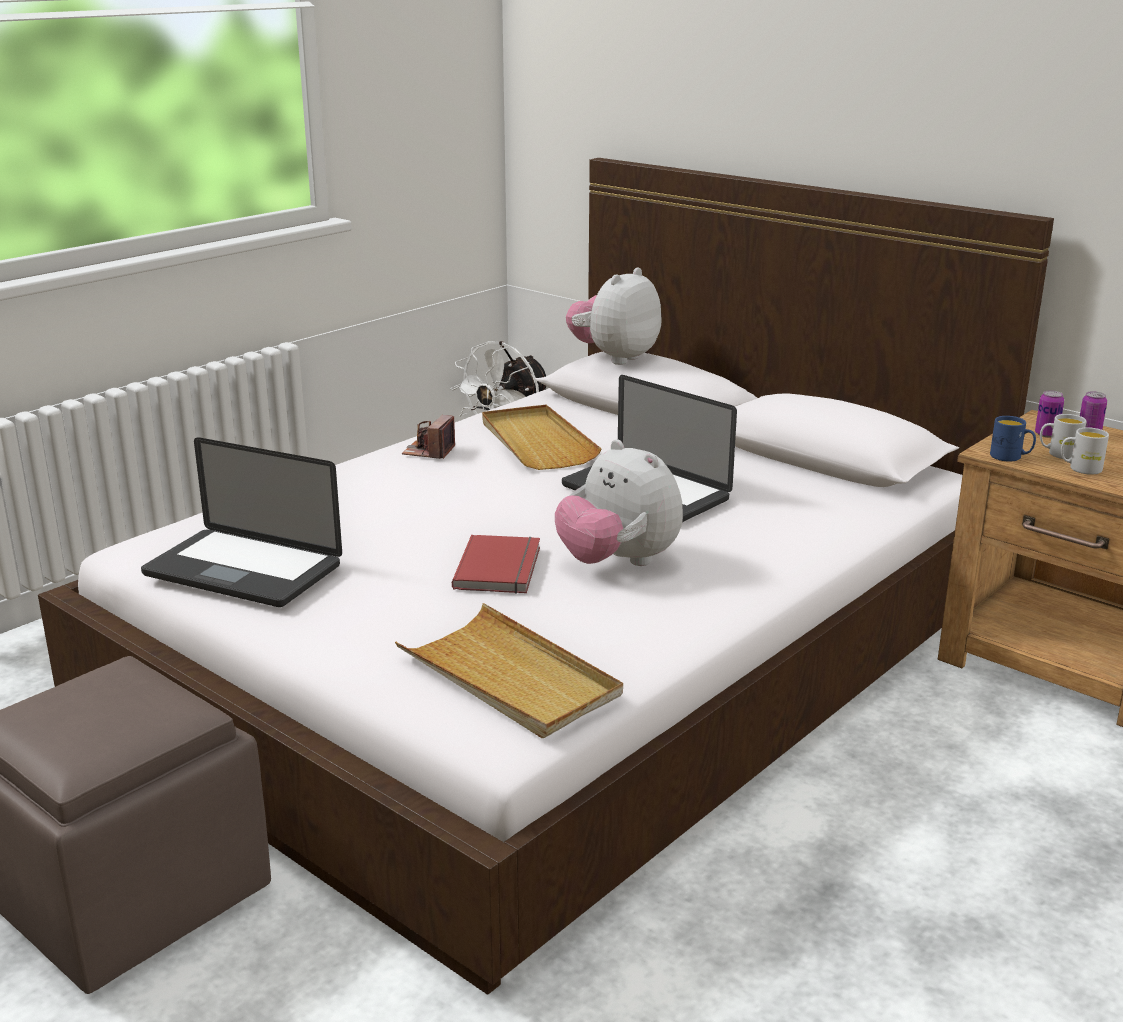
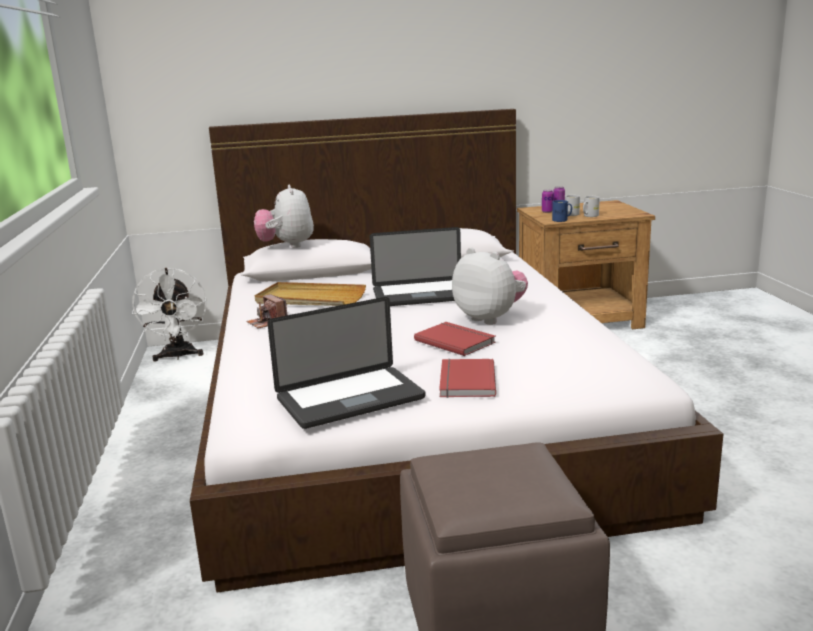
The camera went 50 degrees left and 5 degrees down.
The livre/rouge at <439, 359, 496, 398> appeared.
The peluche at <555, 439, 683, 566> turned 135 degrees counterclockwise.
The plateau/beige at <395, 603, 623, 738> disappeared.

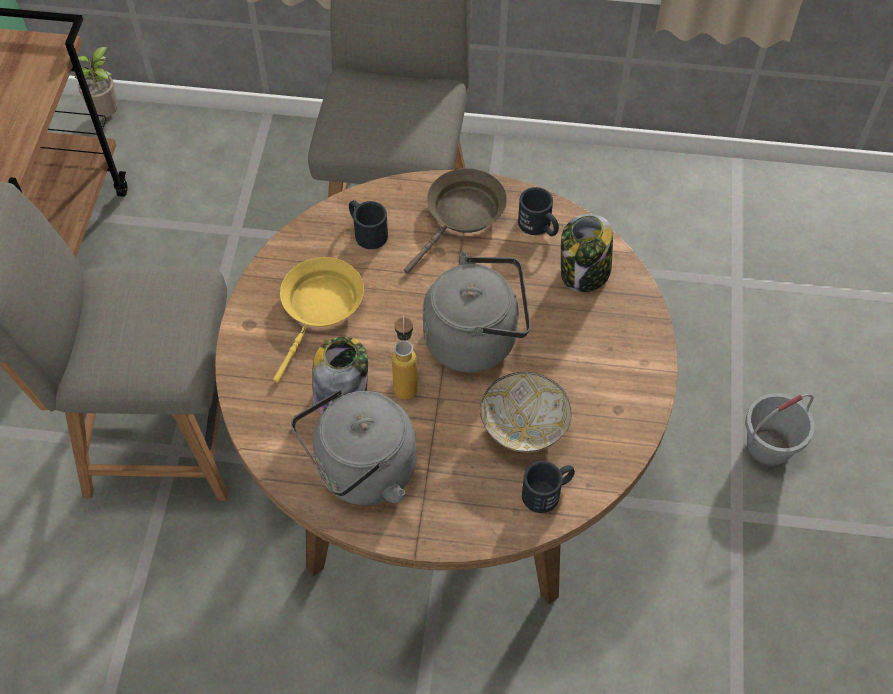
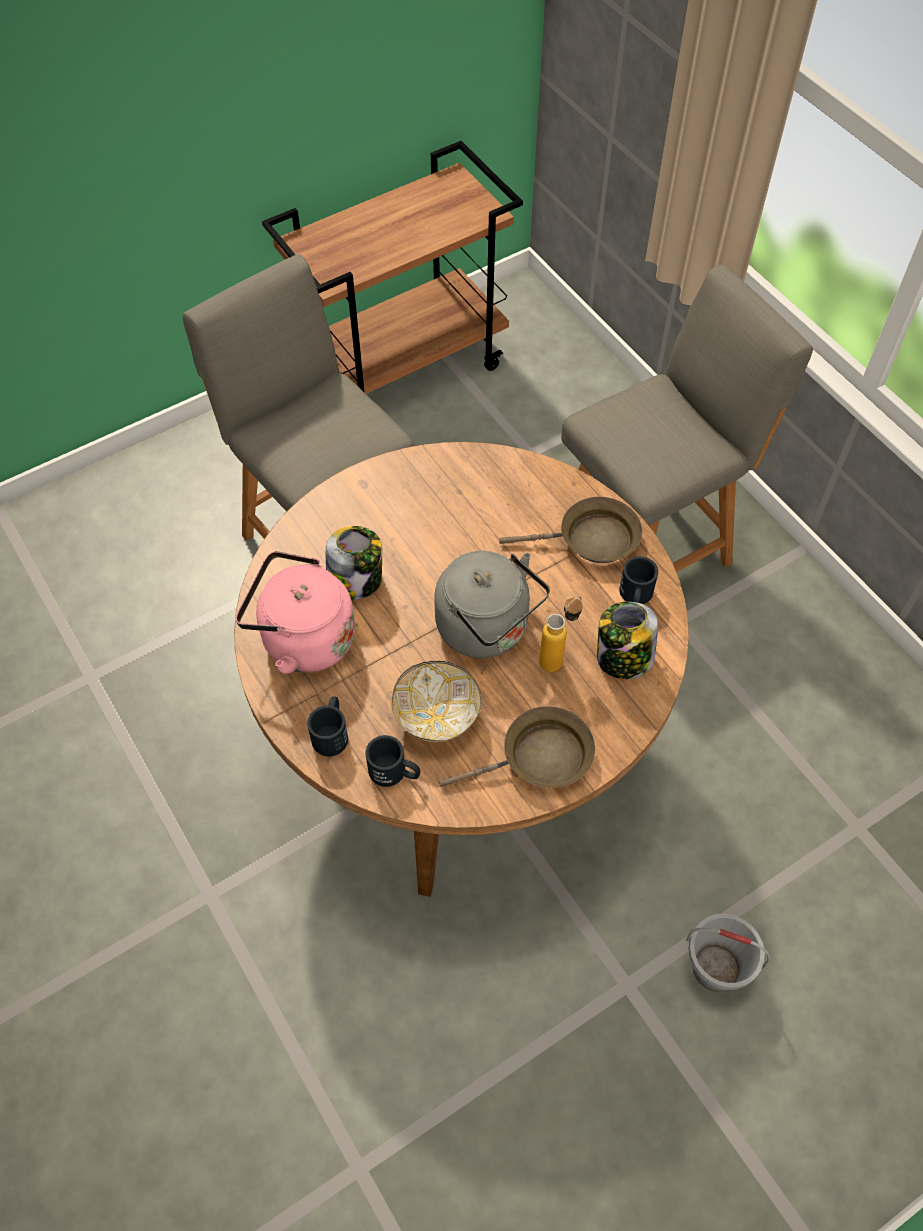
The camera went 50 degrees right and 0 degrees up.
The bouilloire/gris at <291, 390, 416, 505> became the bouilloire/rose at <236, 551, 355, 674>.
The mug/noir moved from <349, 200, 388, 249> to <307, 697, 348, 756>.
The poêle/marron at <439, 706, 595, 788> appeared.
The bouteille moved from <392, 314, 418, 400> to <539, 597, 582, 672>.
The plante en pot at <75, 46, 118, 118> disappeared.
The poêle/jaune at <273, 257, 364, 383> disappeared.

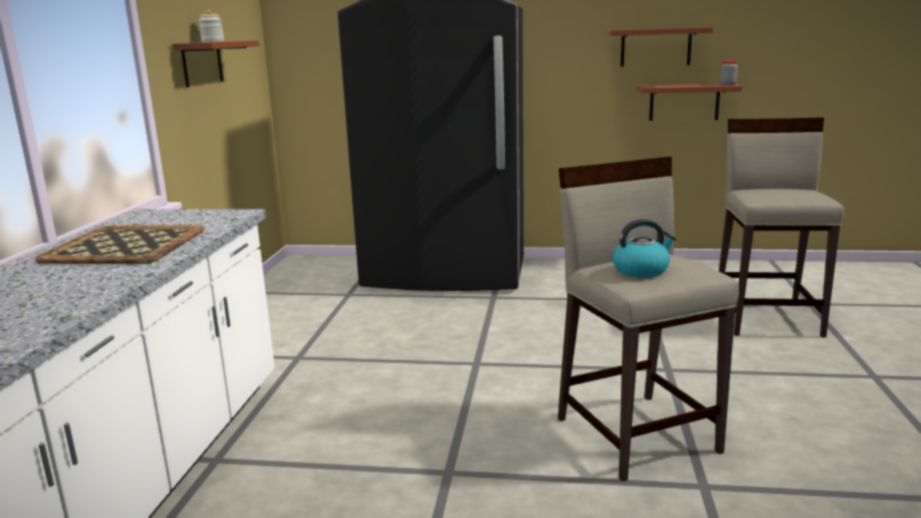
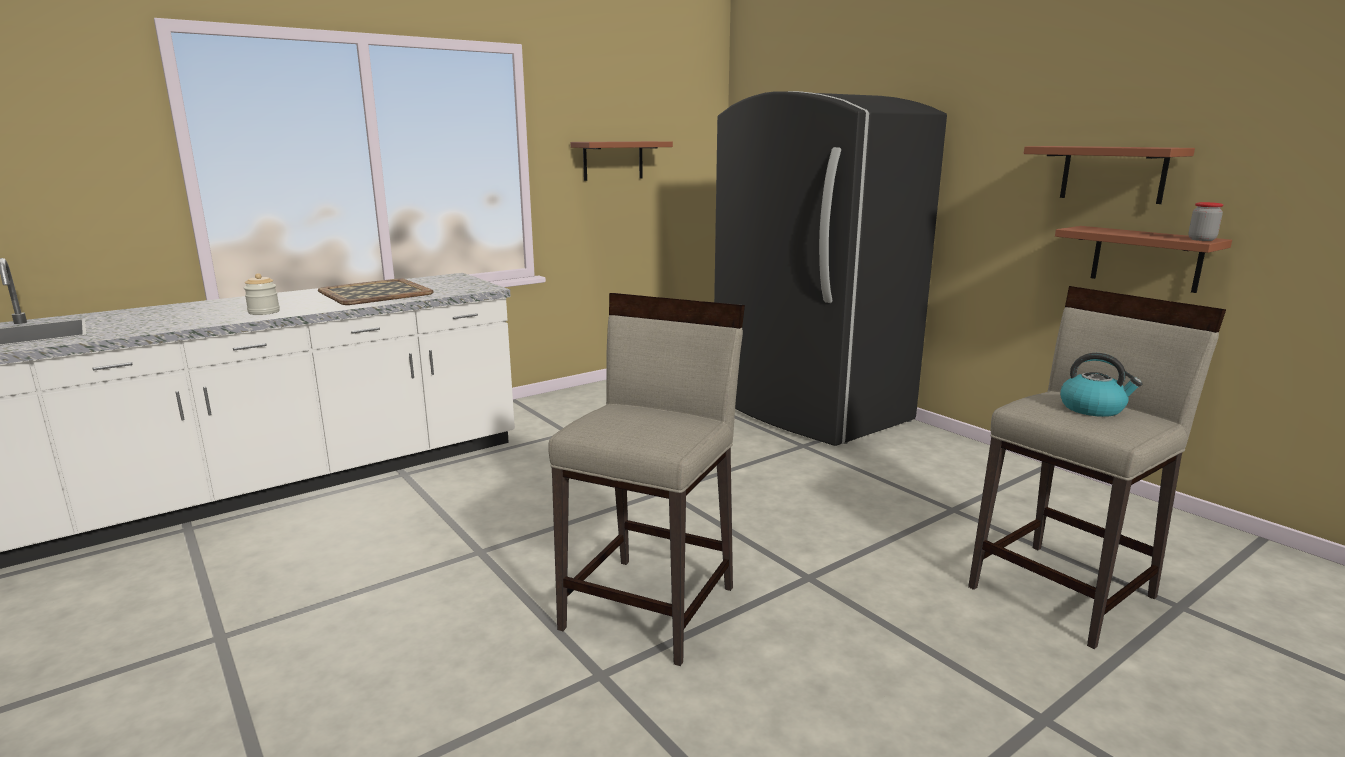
The camera went 45 degrees right and 0 degrees up.
The bocal moved from <198, 10, 224, 42> to <244, 273, 280, 315>.
The bouilloire moved from <613, 219, 677, 278> to <1060, 353, 1143, 417>.

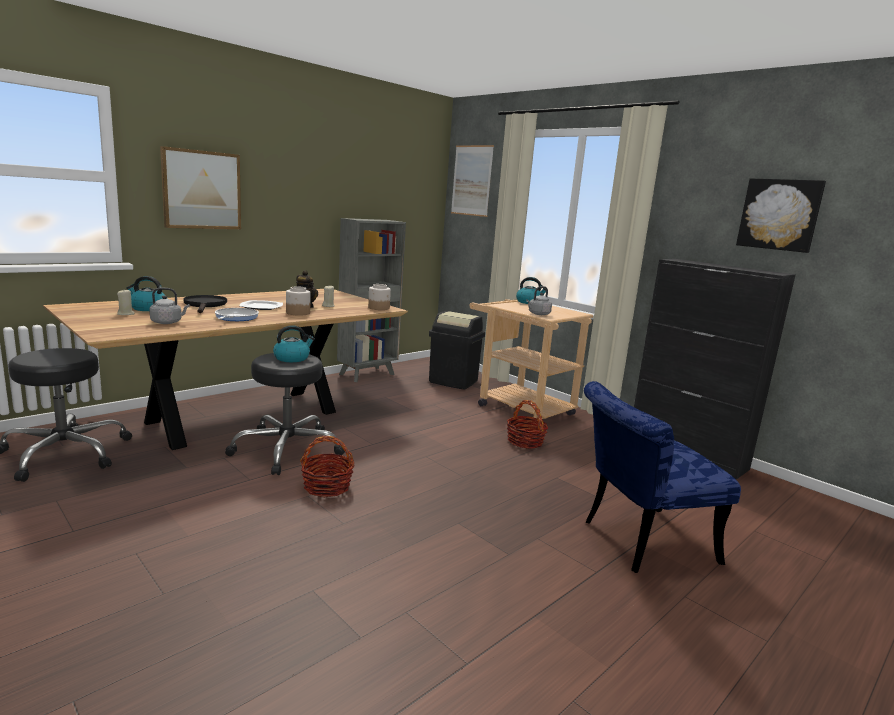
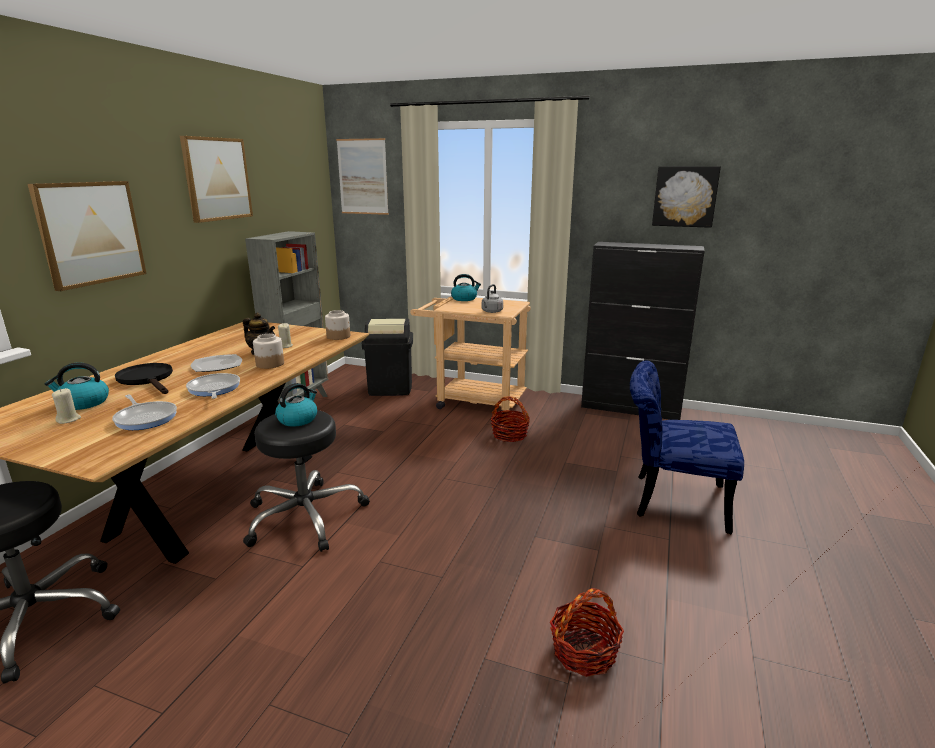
The camera went 25 degrees left and 5 degrees up.
The bouilloire/gris at <149, 288, 190, 324> was replaced by the poêle at <112, 395, 177, 430>.
The tableau at <180, 136, 253, 223> appeared.
The panier moved from <300, 436, 355, 498> to <550, 588, 624, 677>.
The chaise/bleu at <584, 381, 741, 573> turned 60 degrees clockwise.

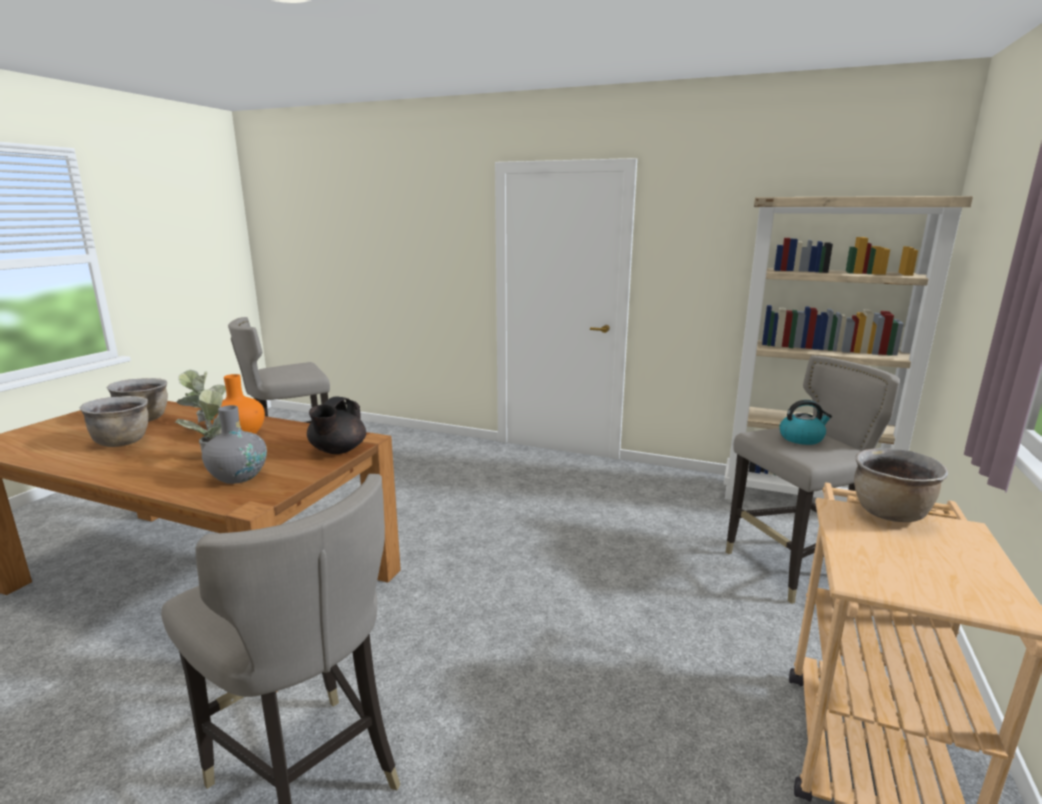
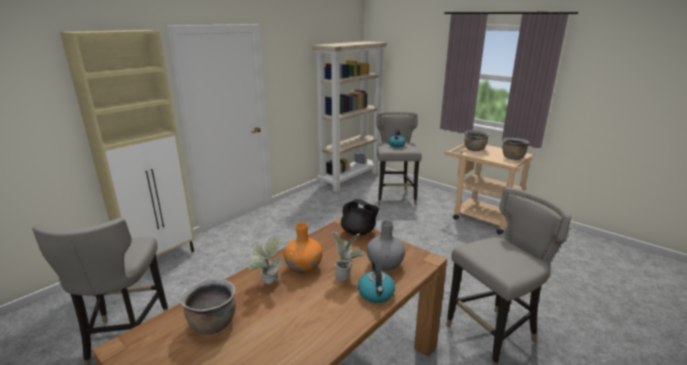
The camera went 70 degrees left and 5 degrees up.
The meuble de rangement/beige at <60, 30, 195, 256> appeared.
The bouilloire at <358, 261, 395, 303> appeared.
The marmite/marron moved from <80, 396, 149, 447> to <502, 138, 529, 160>.

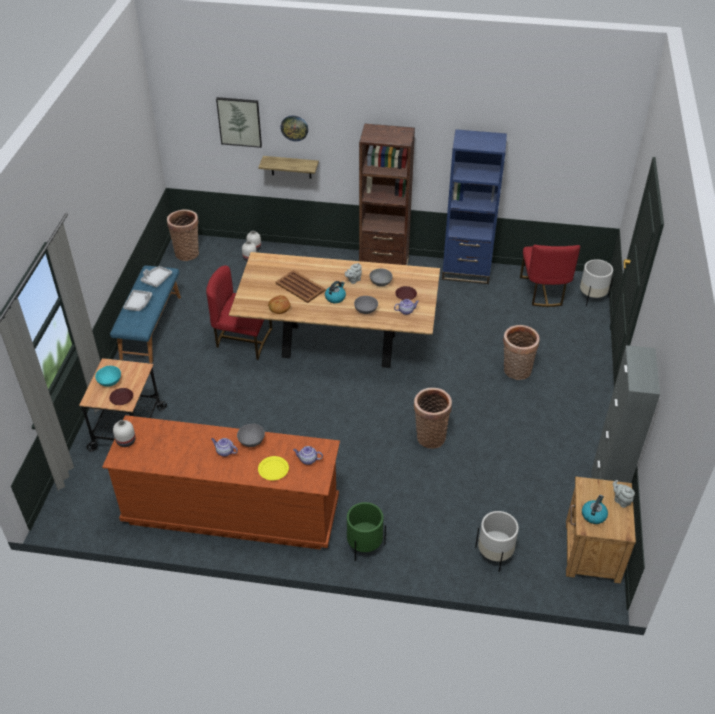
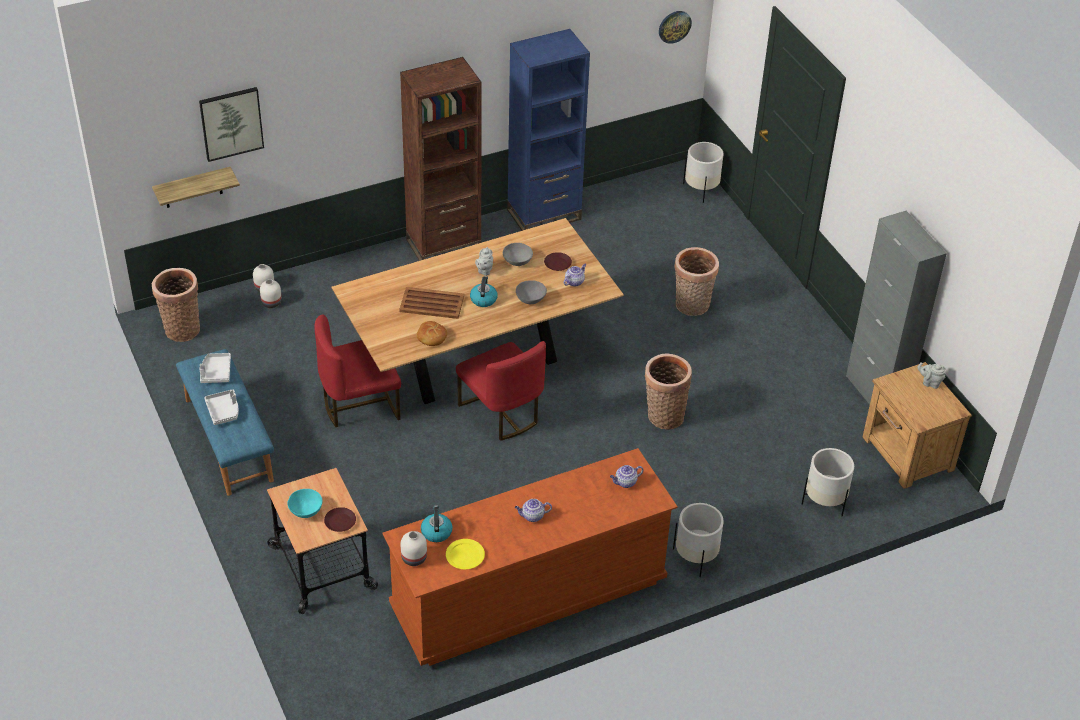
The camera went 35 degrees left and 0 degrees up.
The étagère moved from <258, 156, 319, 178> to <152, 167, 240, 208>.
The bouilloire moved from <582, 495, 608, 524> to <421, 505, 453, 542>.
The assiette/jaune moved from <258, 456, 289, 480> to <446, 539, 485, 569>.
The chaise/rouge moved from <520, 245, 580, 307> to <456, 341, 546, 441>.
The horloge murale moved from <280, 116, 308, 141> to <659, 11, 692, 44>.
The cache-pot/vert at <347, 502, 386, 561> became the cache-pot/blanc at <673, 503, 724, 577>.
The bol/gris at <237, 423, 265, 447> disappeared.

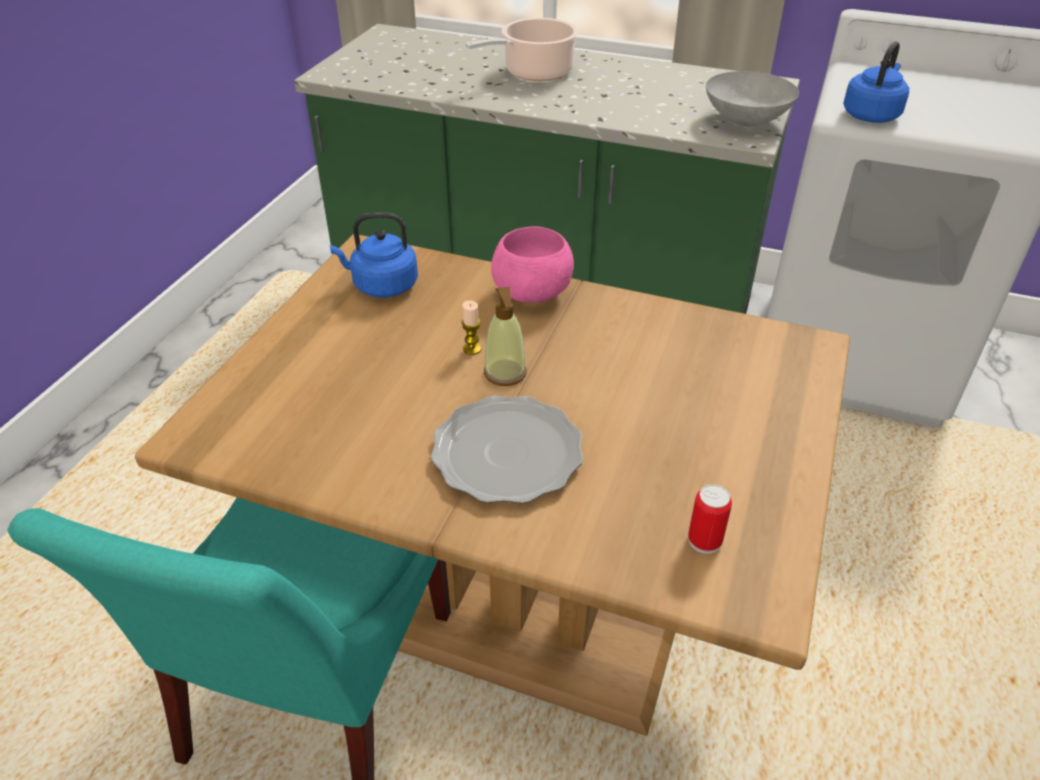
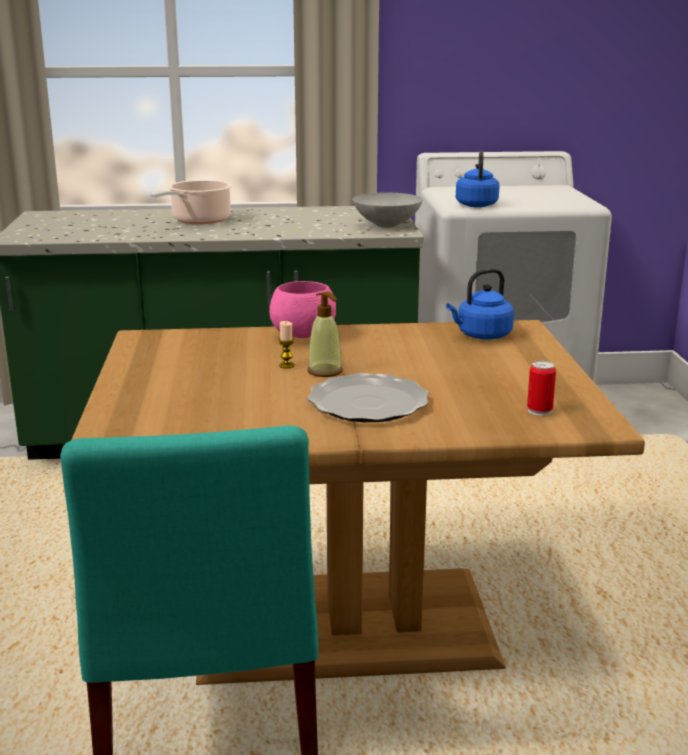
The camera went 25 degrees left and 20 degrees down.
The bouilloire/bleu moved from <330, 212, 418, 298> to <446, 268, 514, 339>.

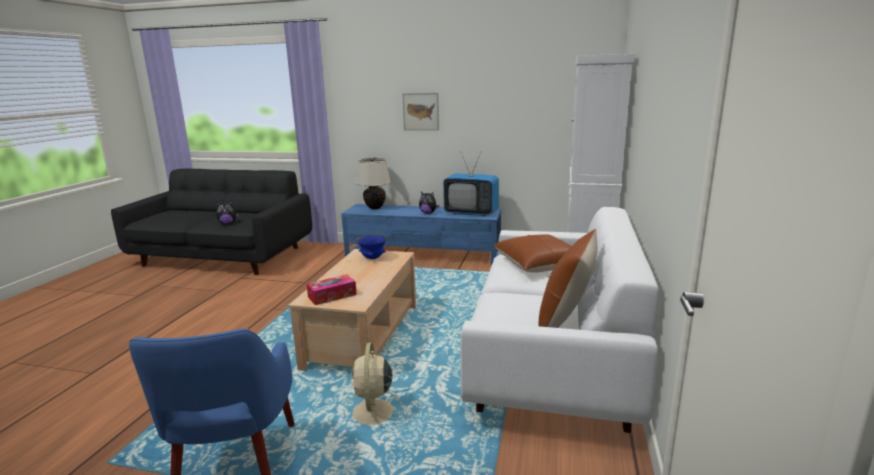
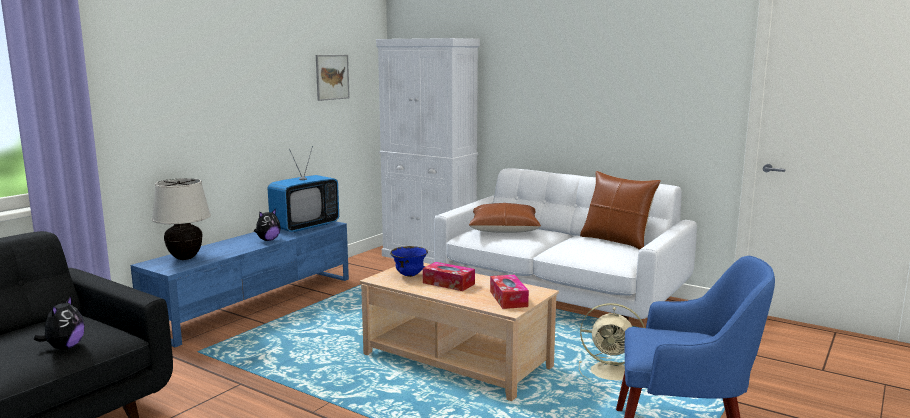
The camera went 70 degrees left and 5 degrees down.
The tableau moved from <402, 93, 439, 131> to <316, 55, 350, 101>.
The boîte à mouchoirs at <423, 262, 475, 291> appeared.

